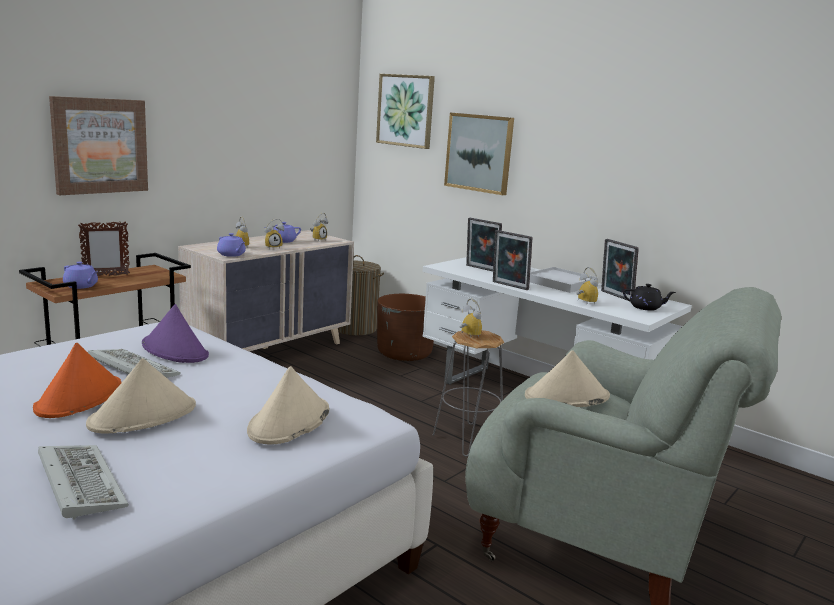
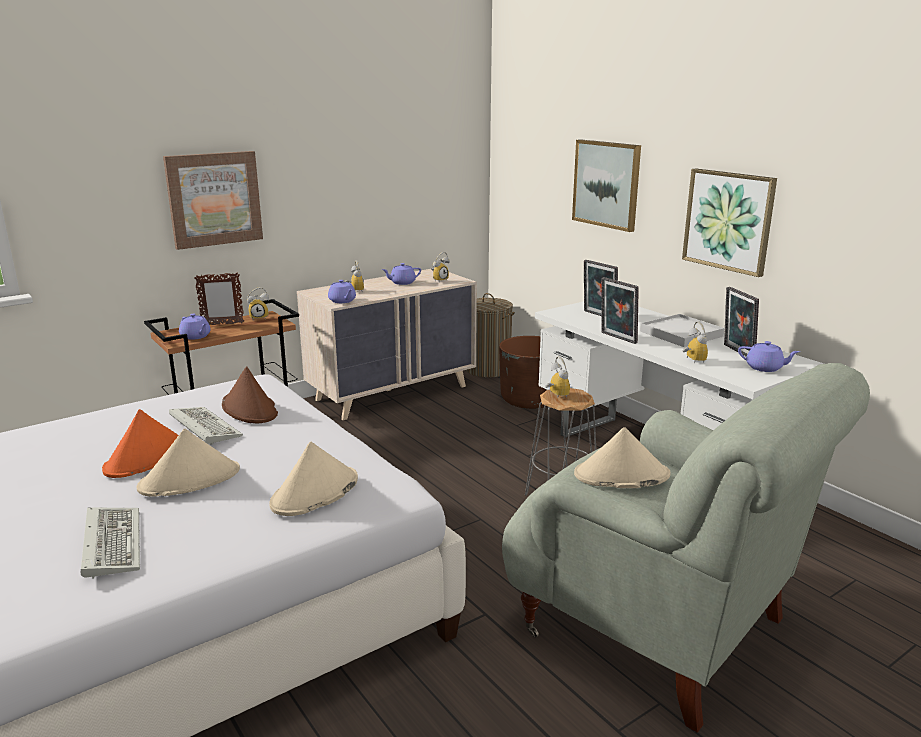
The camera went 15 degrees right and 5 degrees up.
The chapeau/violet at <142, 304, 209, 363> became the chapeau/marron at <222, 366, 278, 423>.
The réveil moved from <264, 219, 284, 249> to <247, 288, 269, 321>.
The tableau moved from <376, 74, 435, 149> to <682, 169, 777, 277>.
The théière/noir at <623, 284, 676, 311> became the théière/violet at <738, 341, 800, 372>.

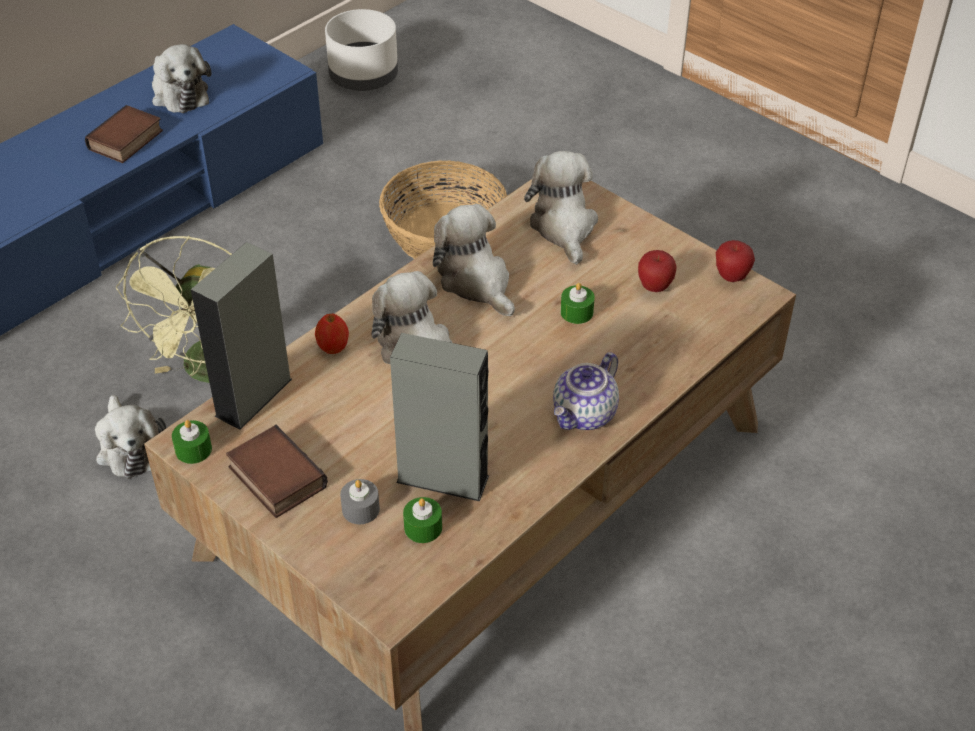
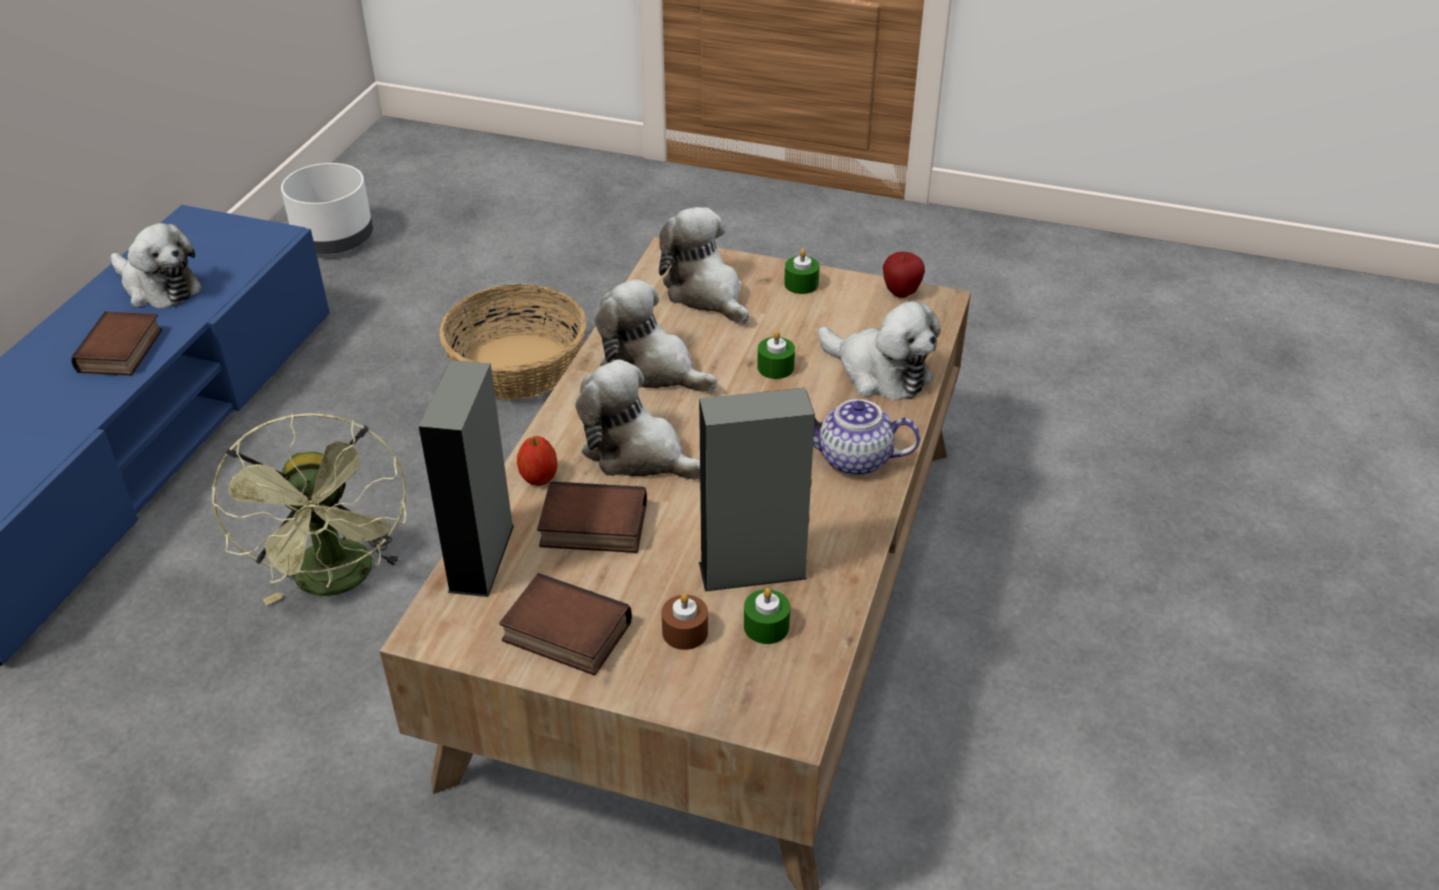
The camera went 25 degrees left and 5 degrees down.
The livre at <537, 481, 647, 553> appeared.
The bougie/gris at <340, 479, 380, 524> became the bougie/marron at <662, 594, 708, 650>.
The bougie/vert moved from <172, 420, 212, 464> to <784, 249, 819, 294>.
The théière at <553, 352, 619, 430> turned 90 degrees clockwise.
The peluche moved from <95, 395, 166, 479> to <818, 301, 941, 401>.
The pomme at <638, 250, 677, 292> disappeared.

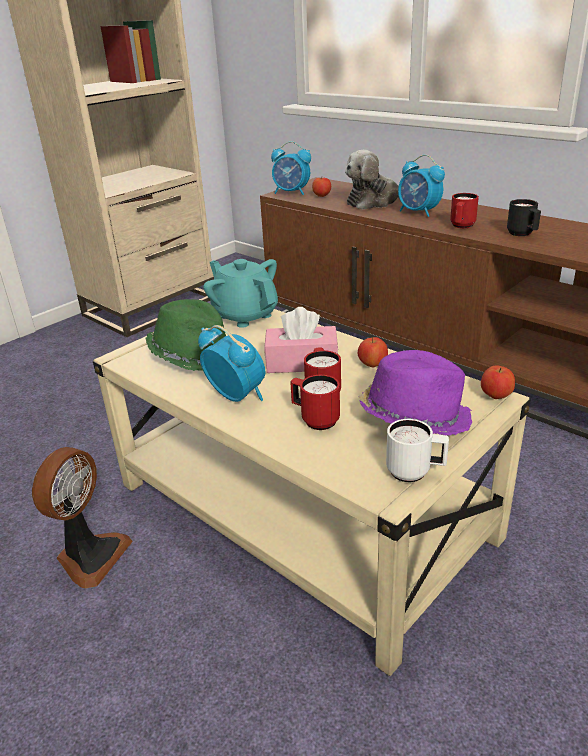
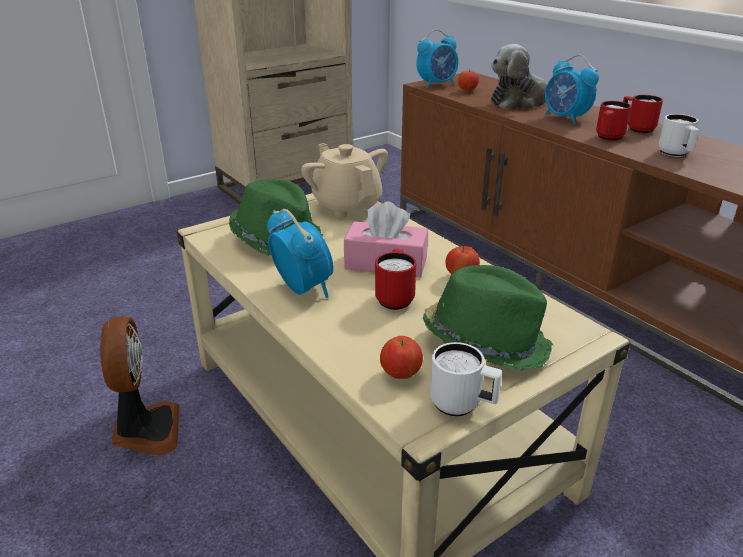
The camera went 10 degrees right and 0 degrees up.
The ventilateur at <32, 447, 133, 588> turned 45 degrees counterclockwise.
The théière/turquoise at <203, 259, 278, 328> became the théière/beige at <301, 143, 388, 218>.
The pomme moved from <481, 365, 515, 399> to <380, 336, 423, 379>.
The réveil at <271, 141, 311, 195> turned 60 degrees counterclockwise.
The chapeau/violet at <359, 350, 472, 435> became the chapeau/vert at <423, 265, 553, 371>.
The mug/rouge moved from <290, 375, 340, 430> to <623, 95, 663, 133>.
The mug/noir at <507, 199, 541, 236> became the mug/blanc at <659, 114, 699, 157>.

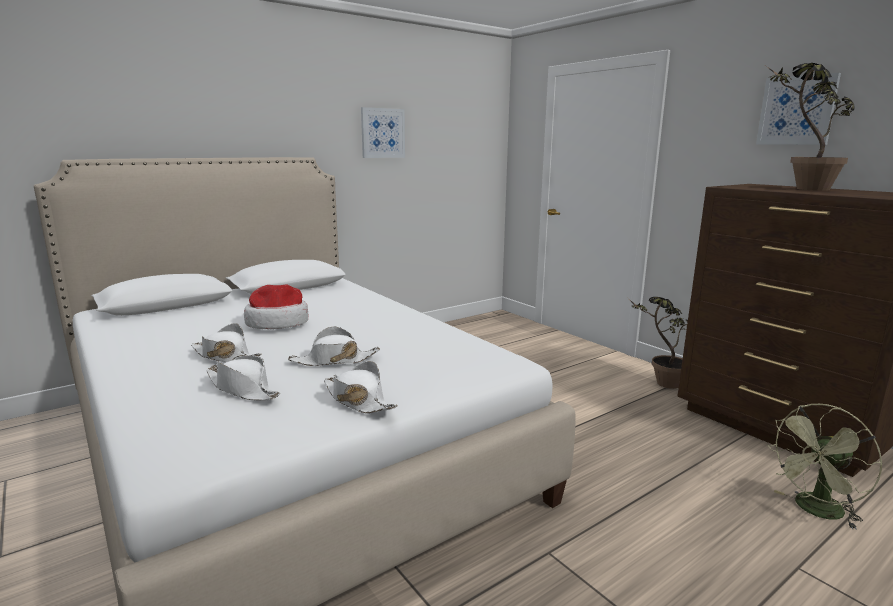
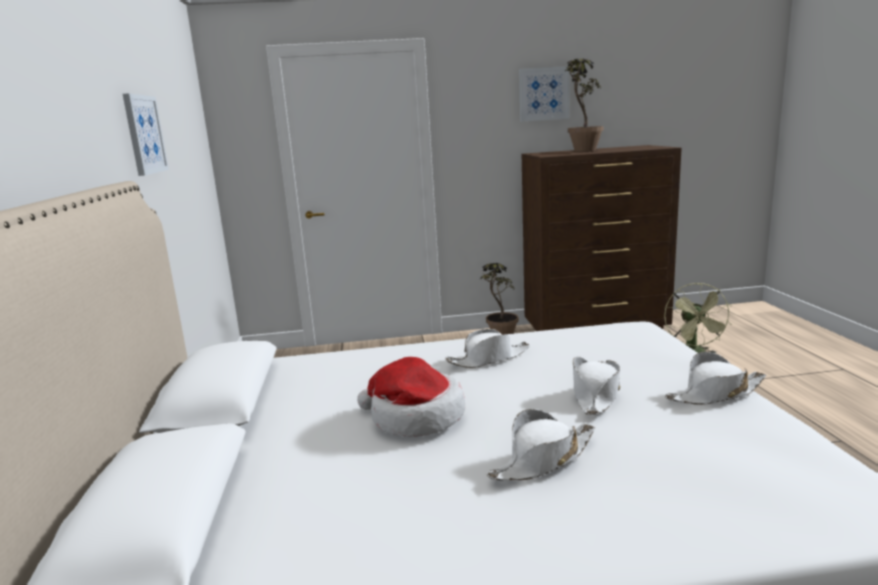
The camera went 60 degrees left and 0 degrees up.
The chapeau/blanc moved from <206, 355, 280, 401> to <446, 329, 530, 368>.

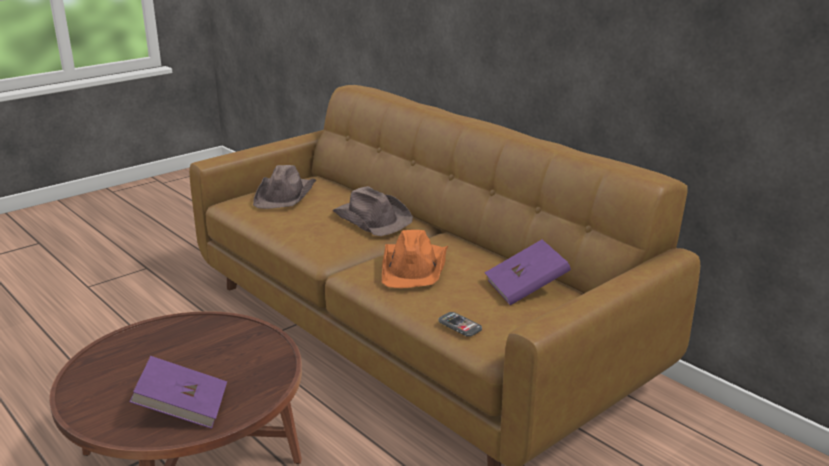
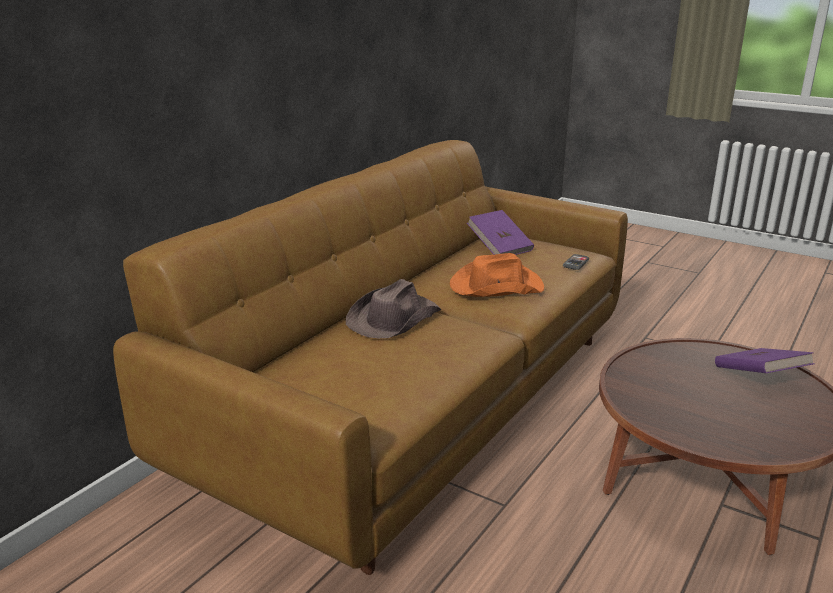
The camera went 105 degrees left and 0 degrees up.
The chapeau/marron at <253, 165, 316, 209> disappeared.

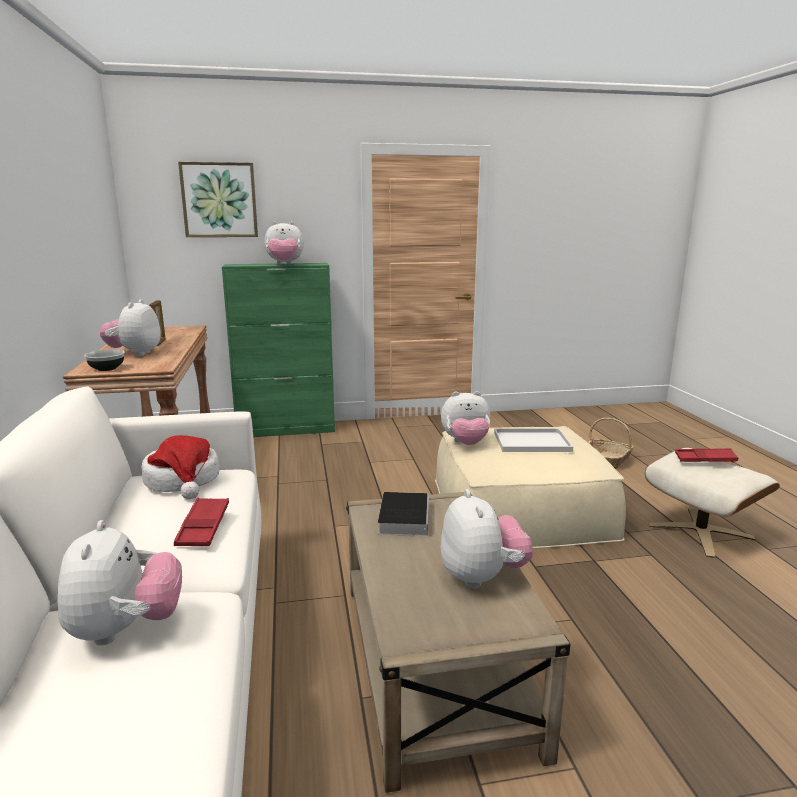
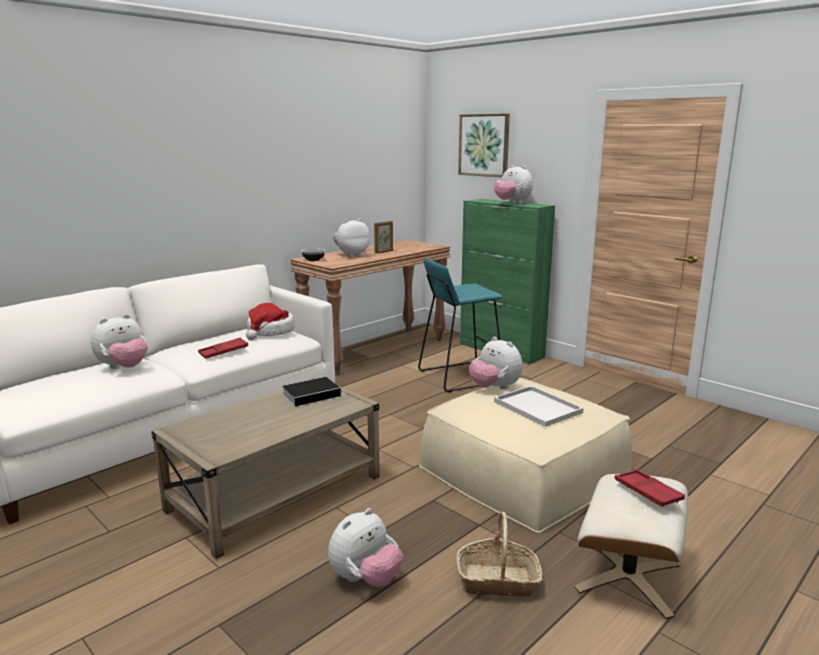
The camera went 55 degrees right and 0 degrees up.
The peluche moved from <441, 489, 533, 589> to <328, 508, 403, 587>.
The tabouret/turquoise at <418, 258, 502, 393> appeared.
The panier moved from <588, 418, 634, 469> to <456, 512, 543, 597>.

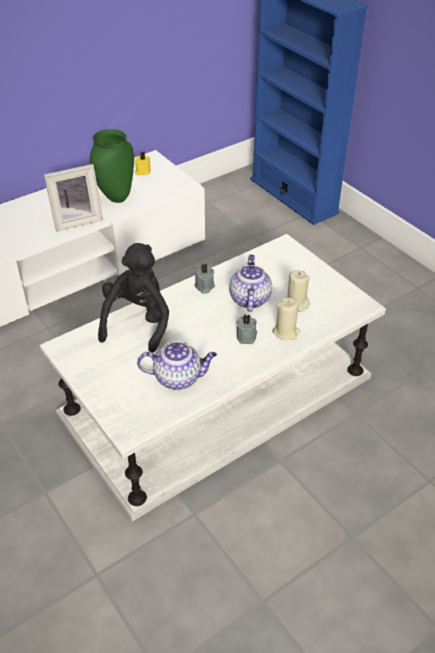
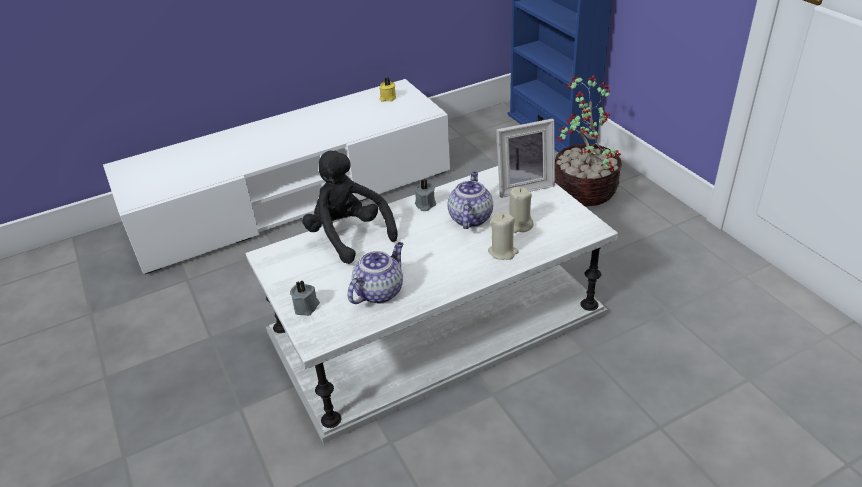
The camera went 10 degrees right and 5 degrees down.
The bougie/gris moved from <236, 314, 257, 344> to <290, 281, 320, 316>.
The peluche/noir at <98, 243, 169, 353> turned 60 degrees counterclockwise.
The théière at <137, 341, 217, 390> turned 60 degrees counterclockwise.
The cadre photo moved from <44, 164, 103, 231> to <496, 118, 555, 198>.
The plante en pot at <555, 75, 622, 207> appeared.
The vase/vert at <90, 129, 134, 203> disappeared.

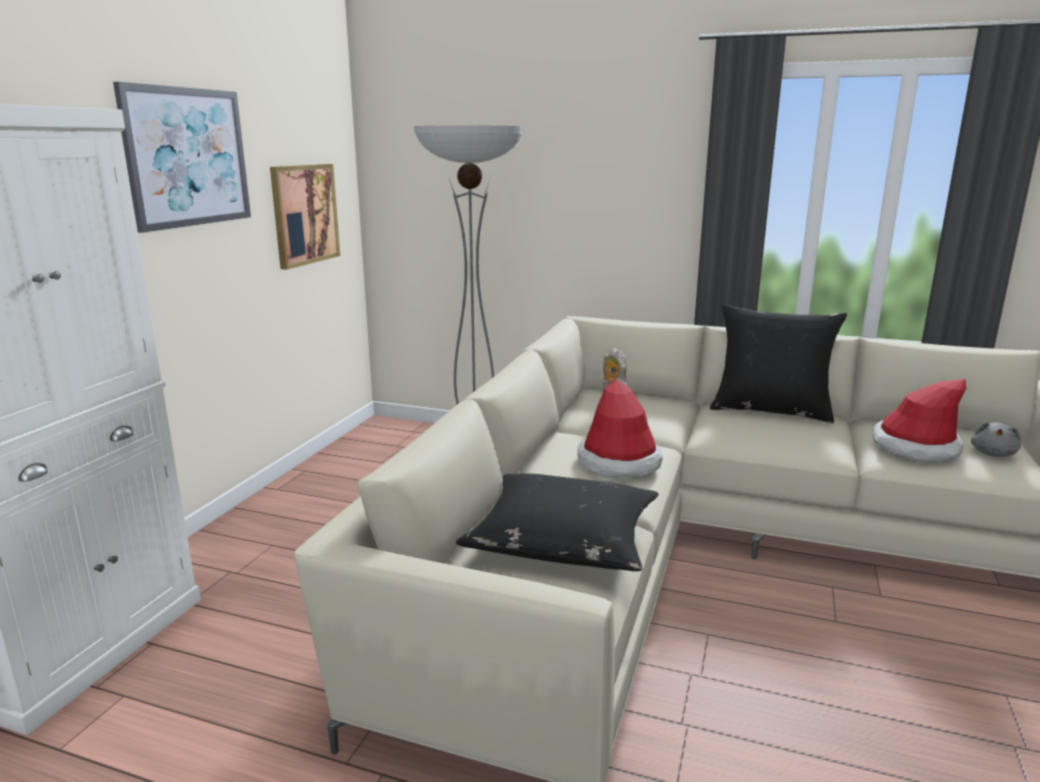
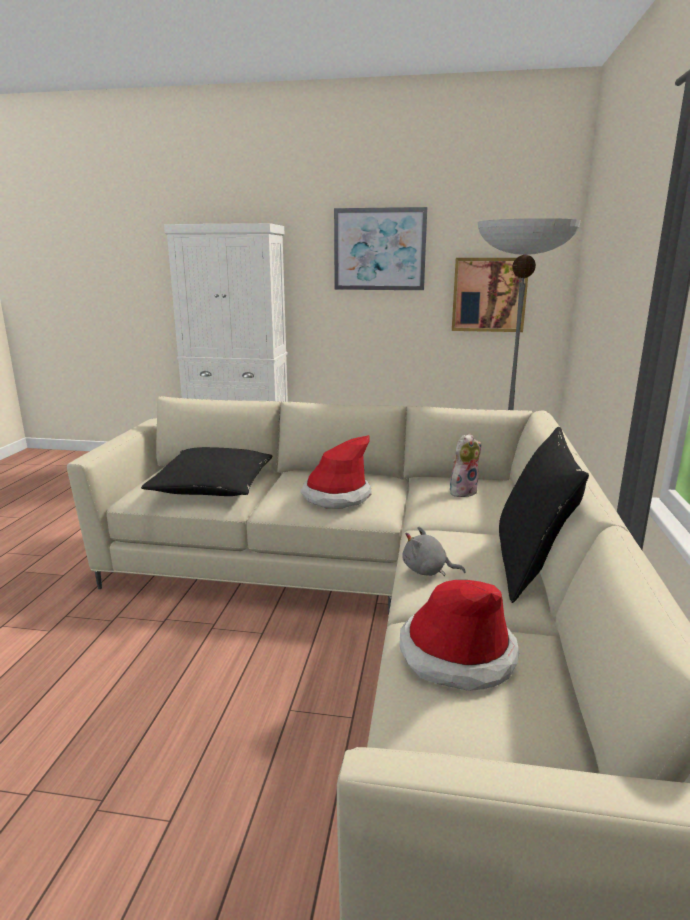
The camera went 80 degrees right and 0 degrees up.
The peluche/gris moved from <971, 422, 1021, 457> to <402, 526, 466, 576>.

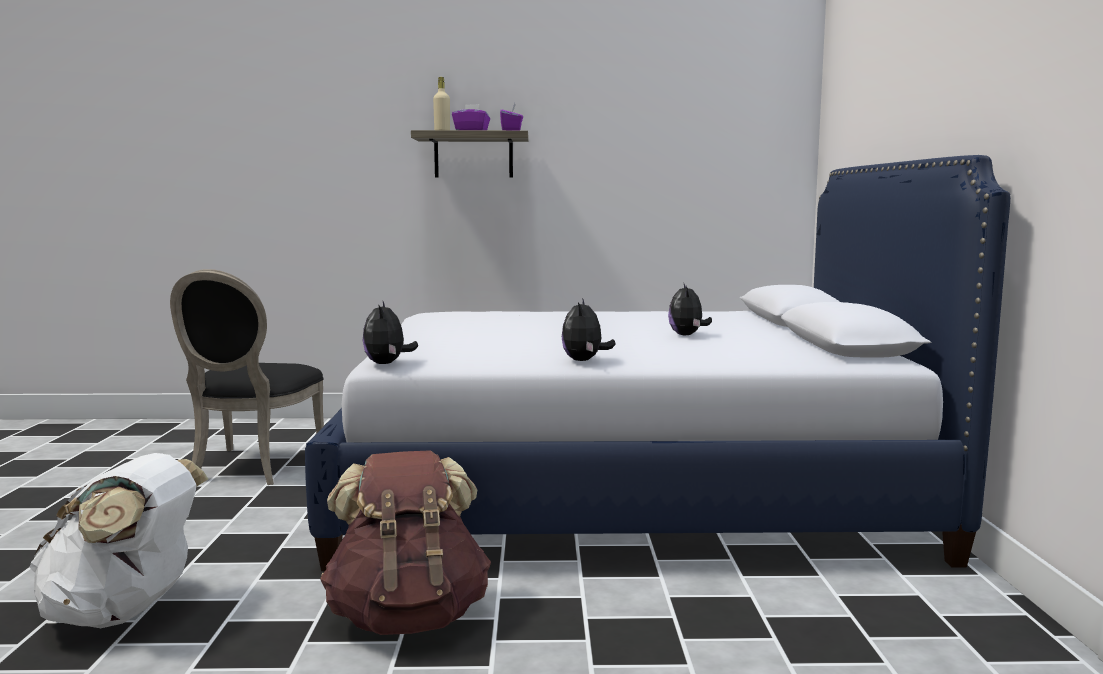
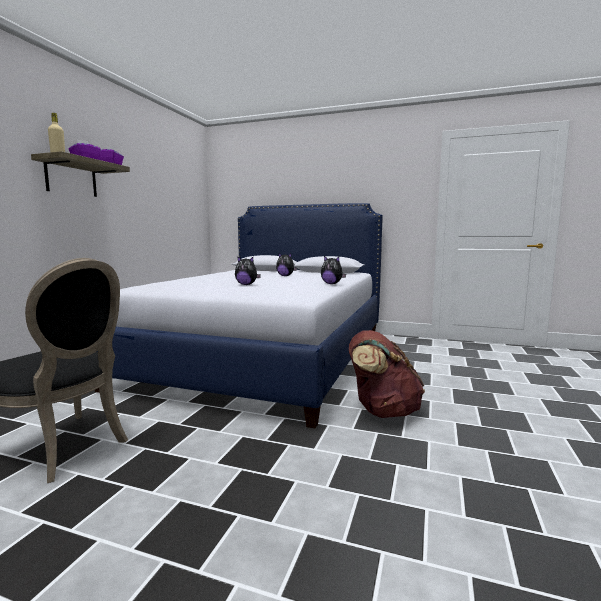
The camera went 70 degrees left and 0 degrees up.
The peluche moved from <363, 301, 418, 364> to <235, 256, 261, 285>.
The sac à dos/blanc at <29, 453, 208, 628> disappeared.

